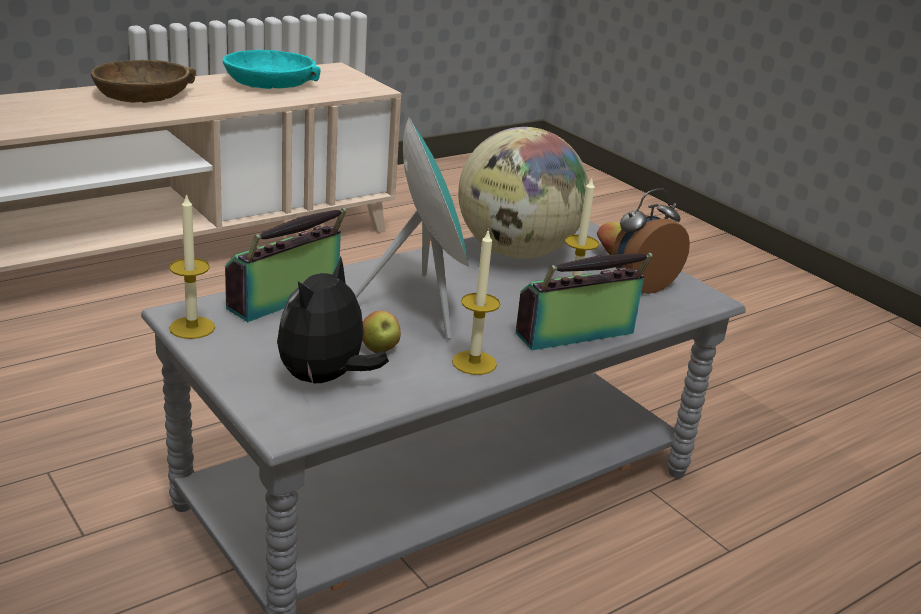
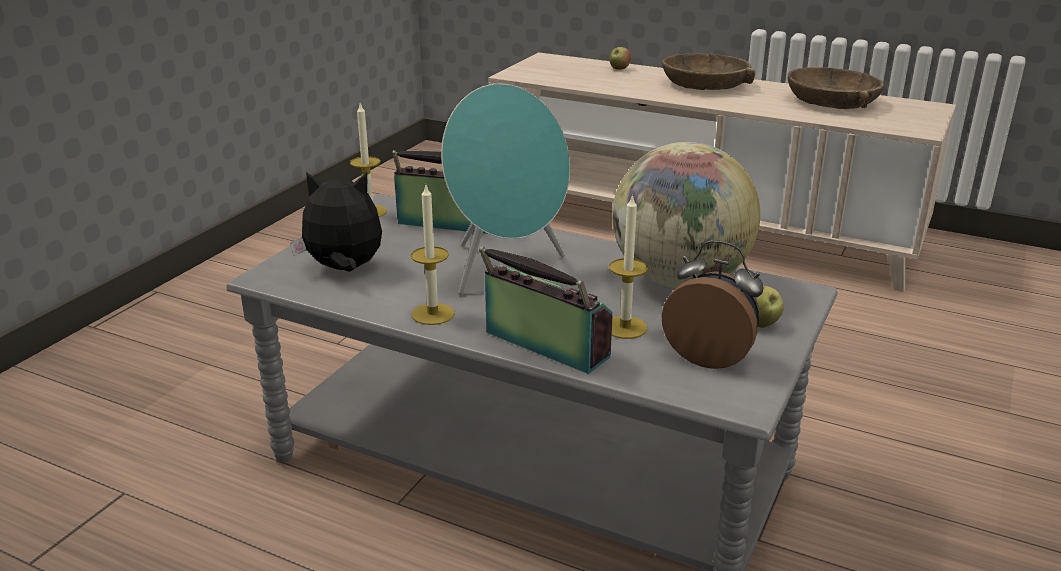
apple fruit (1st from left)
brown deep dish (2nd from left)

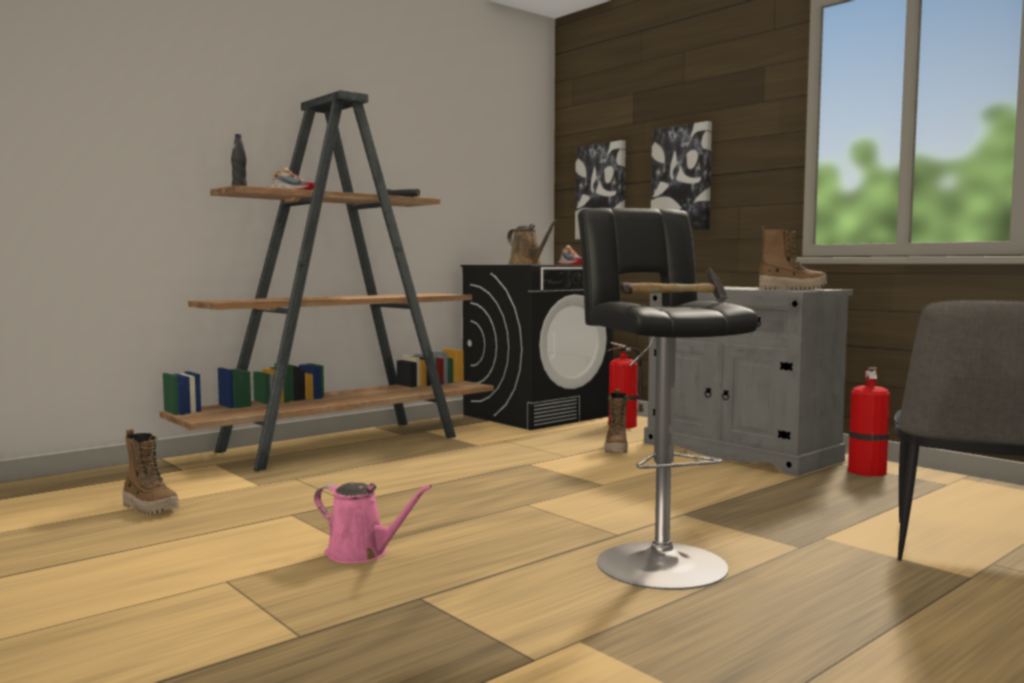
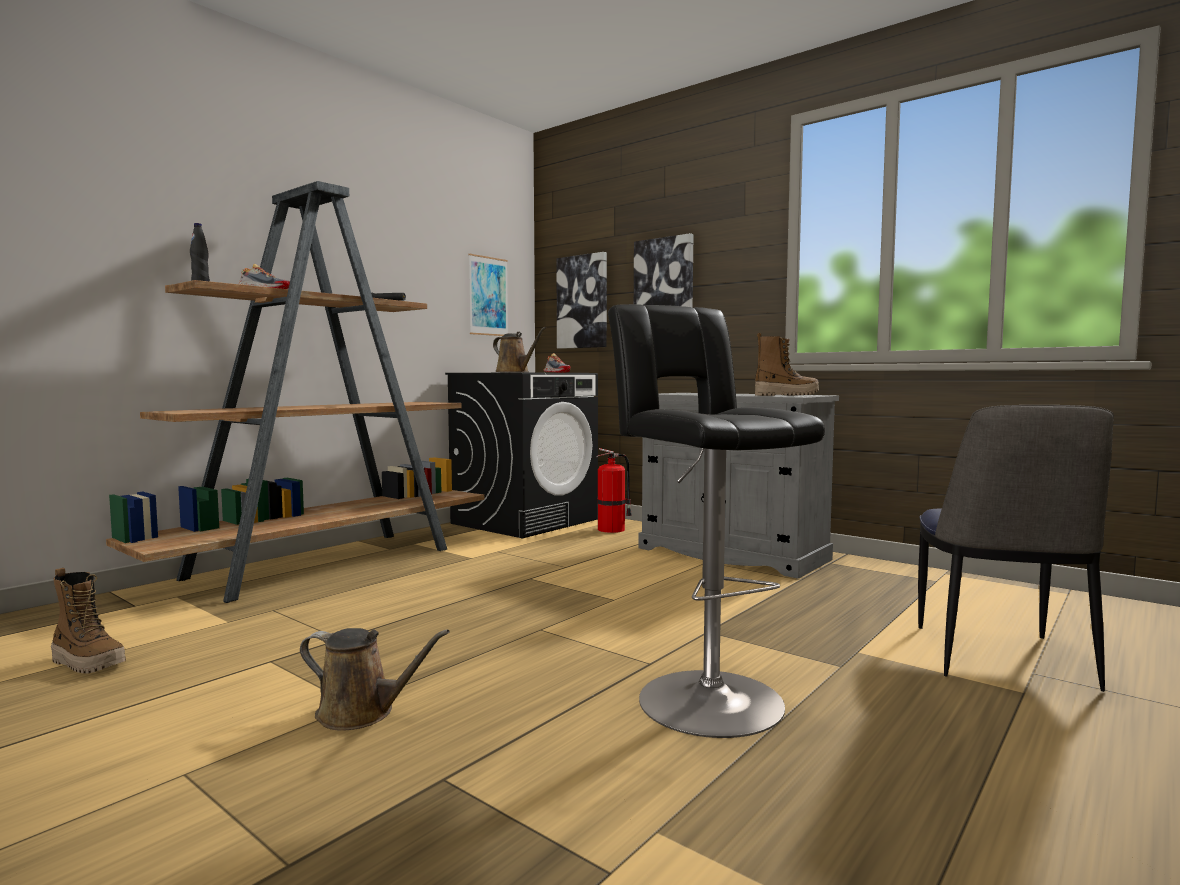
brown sprinkling can (1st from left)
wall art (1st from left)
high-top boot (2nd from left in the first image)
hand hammer
fire extinguisher (2nd from left in the first image)

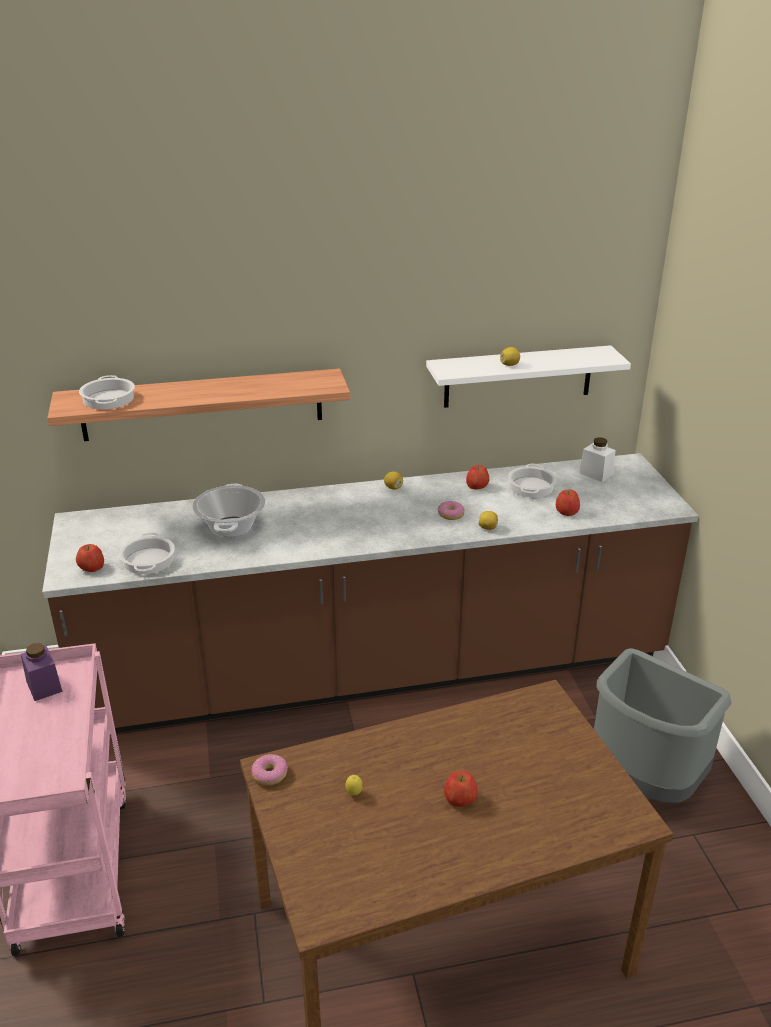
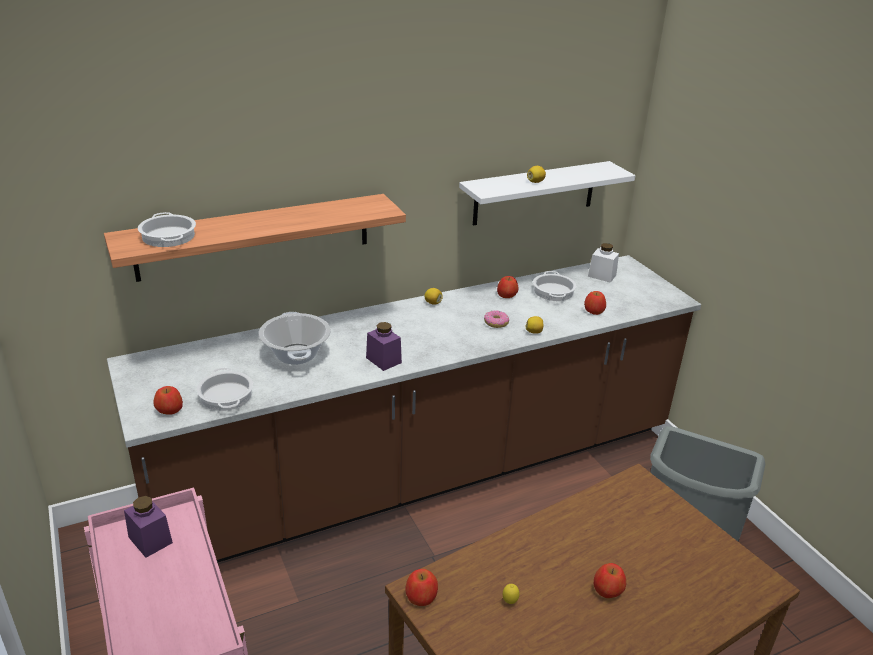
purple-coloured storage jar (2nd from left)
apple fruit (2nd from left)

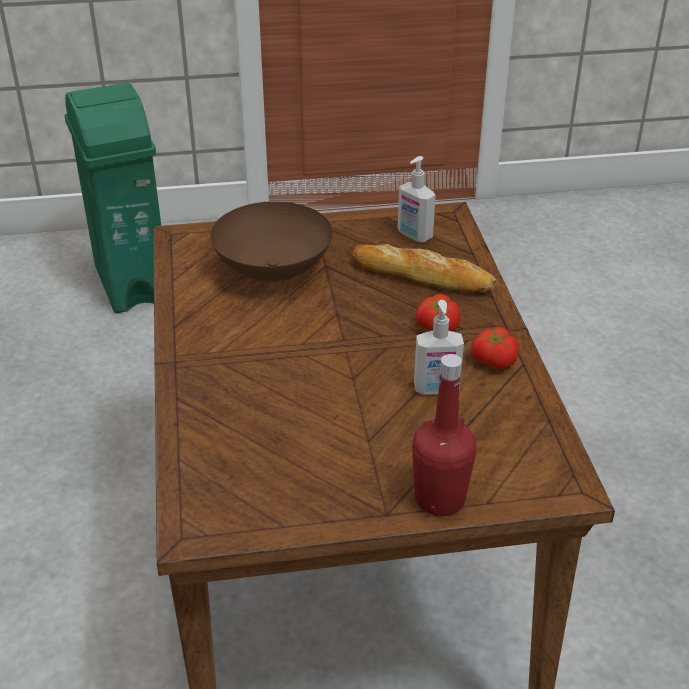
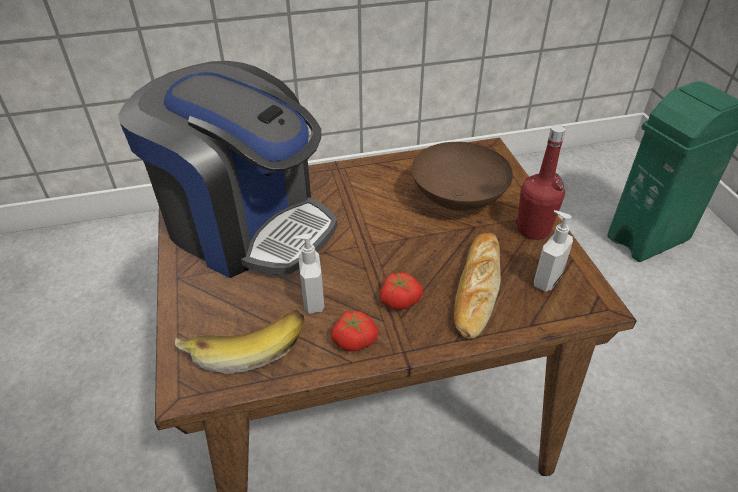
coffee brewer
whole banana
reddish bottle

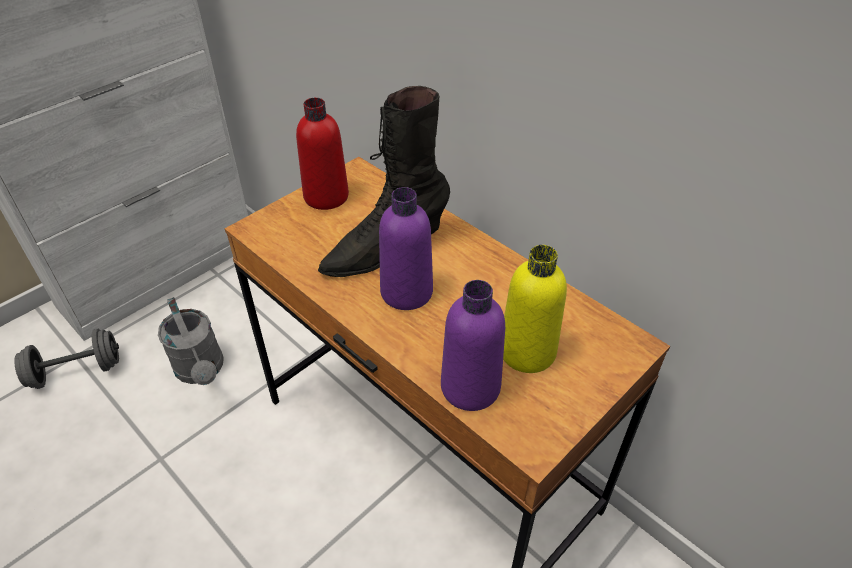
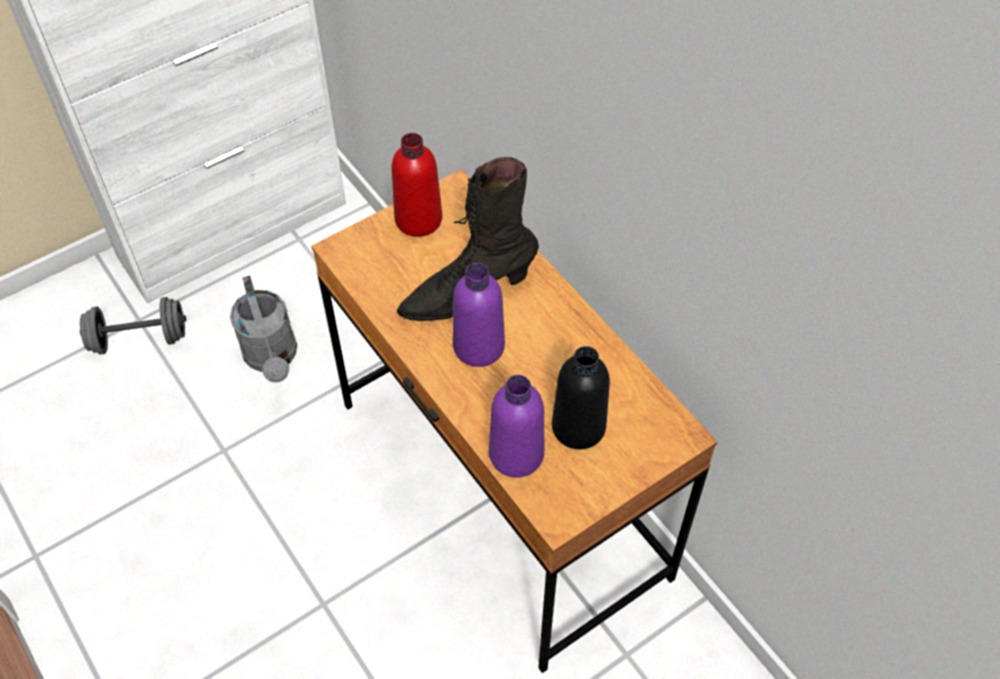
black bottle

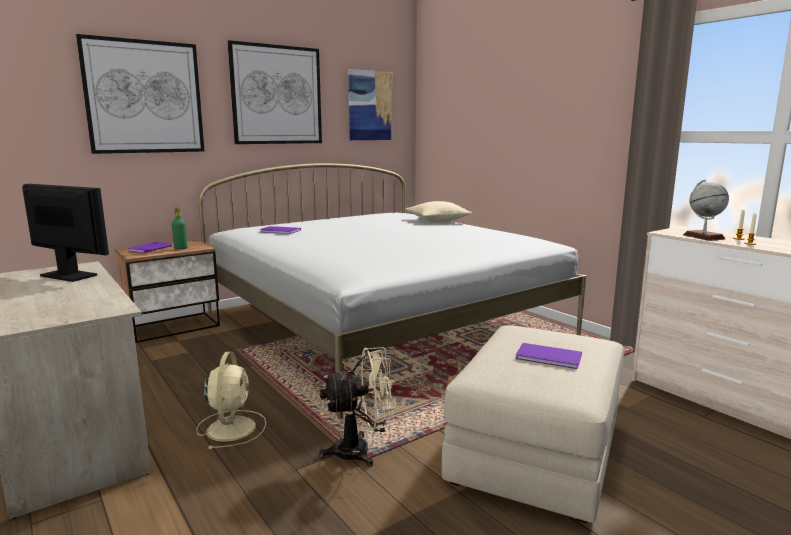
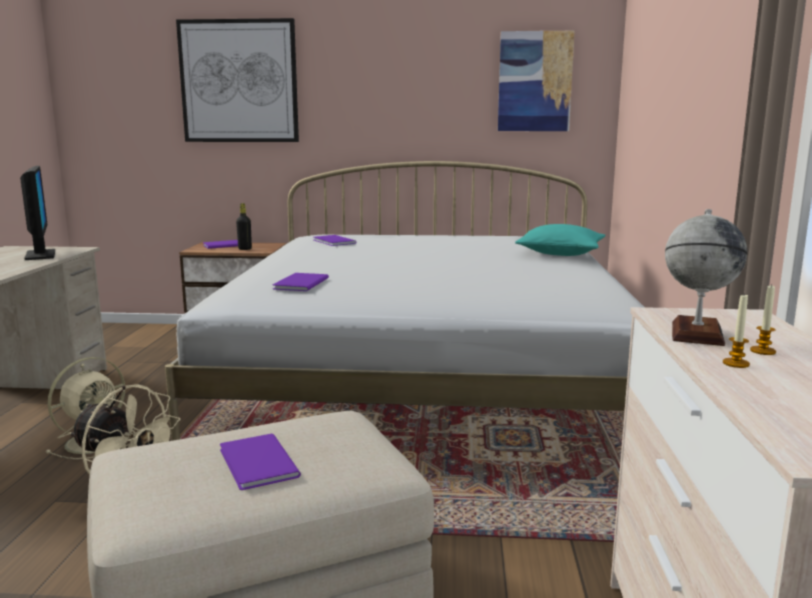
black bottle
purple-coloured bound book (3rd from left)
turquoise-coloured cushion
wall art (2nd from left in the first image)

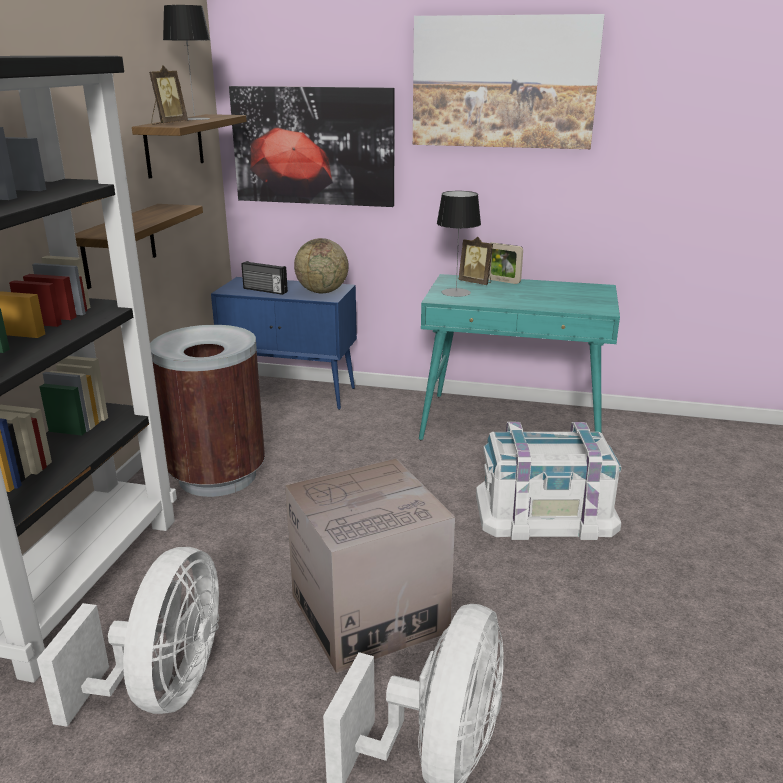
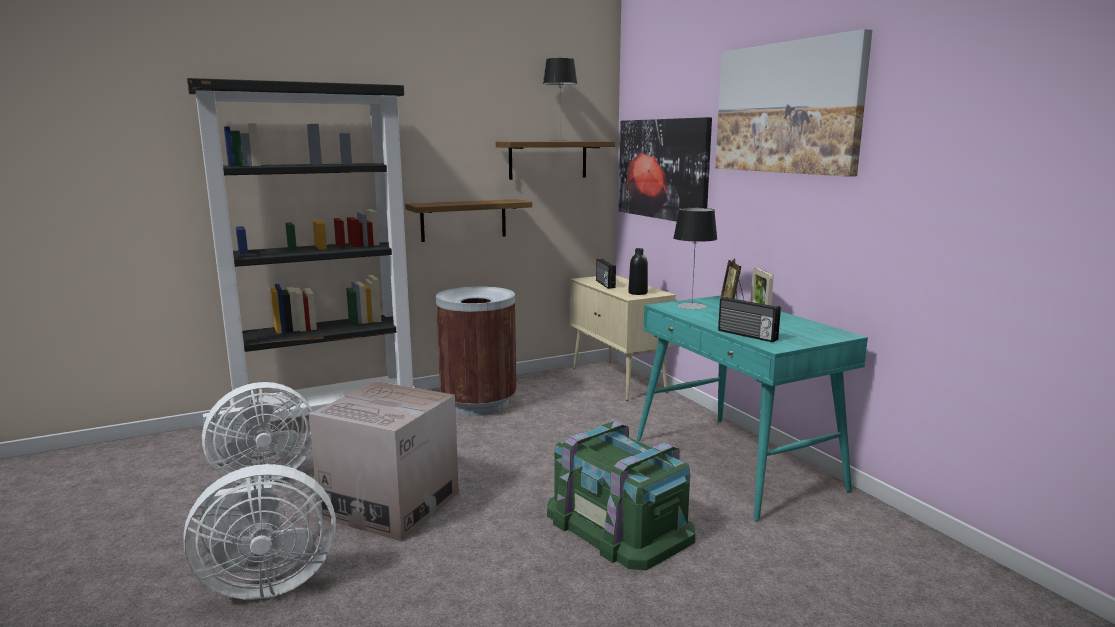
greenish storage box
beige cupboard
black bottle
radio (2nd from left)
photo frame (1st from left in the first image)

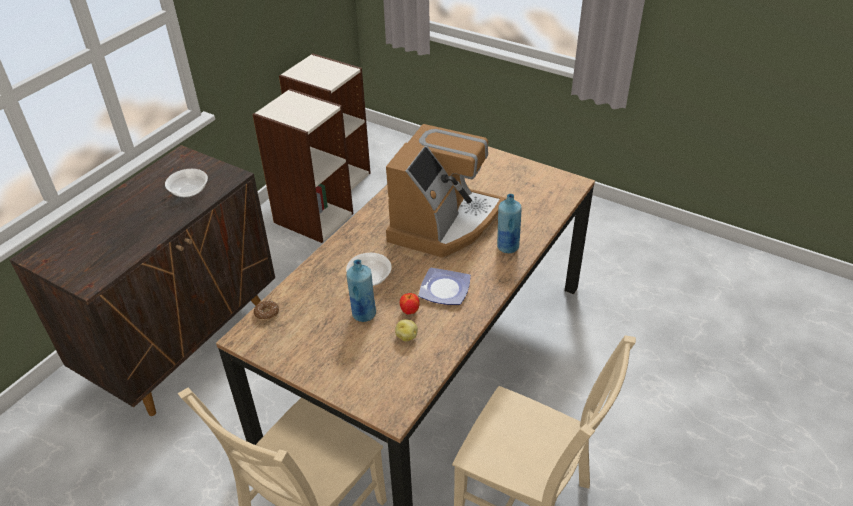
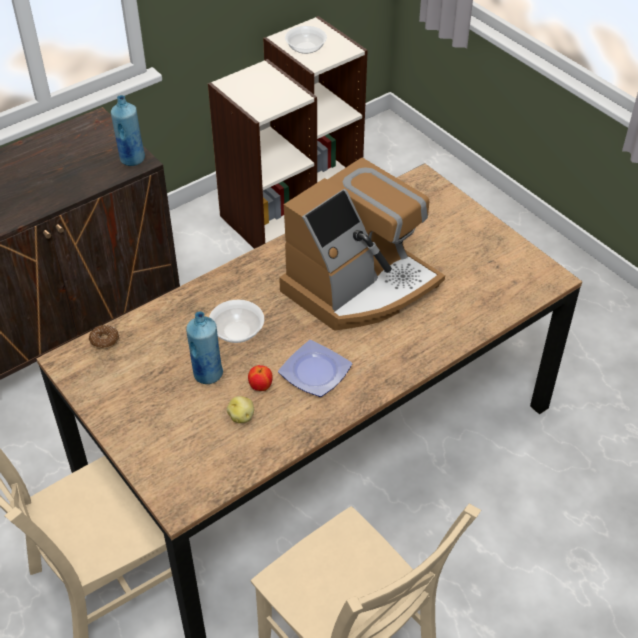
blue-coloured bottle (1st from left)
deep dish (2nd from left)

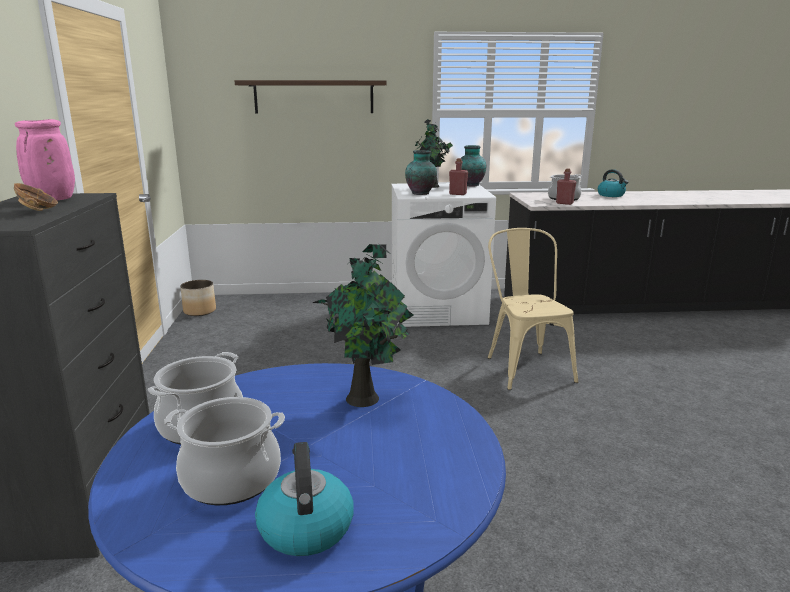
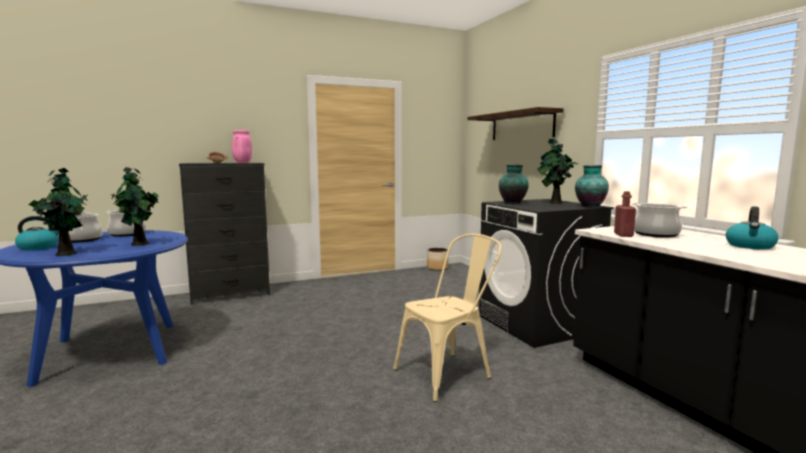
plant in a pot (1st from left)
black laundry machine
reddish bottle (1st from left in the first image)

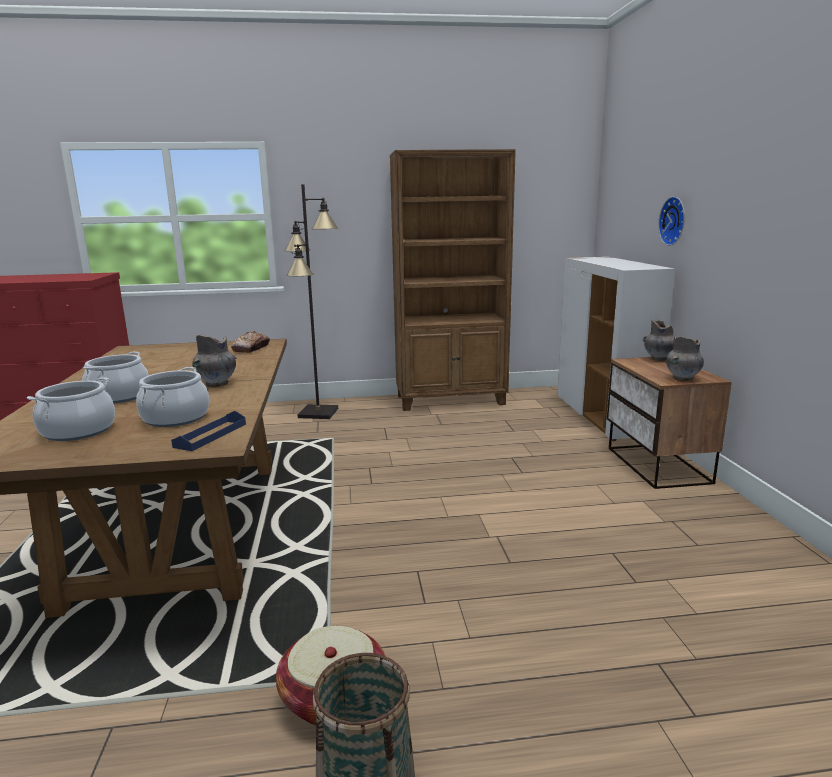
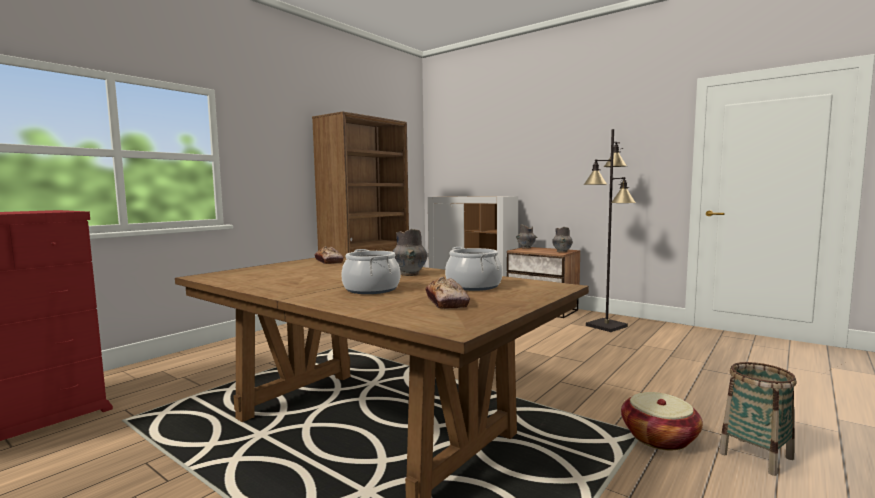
baked bread (2nd from left)
black standing lamp
blue-coloured serving tray
clock on the wall

